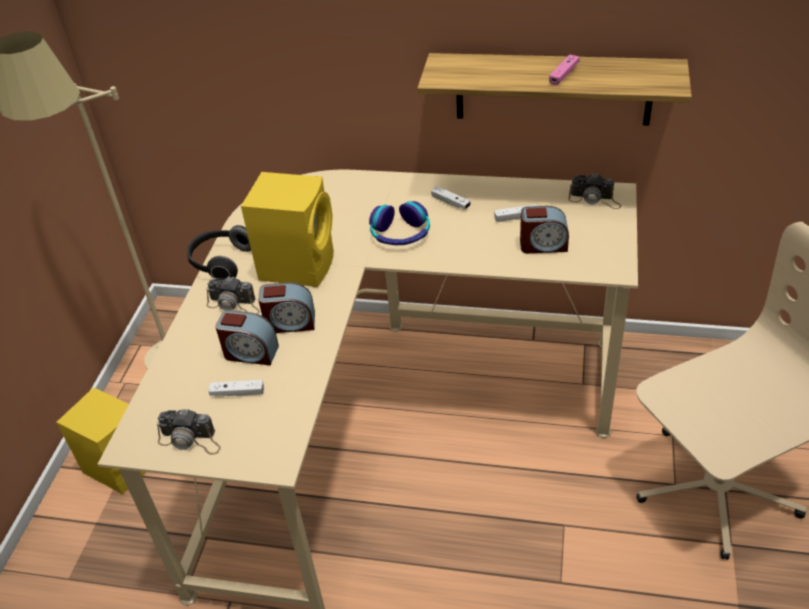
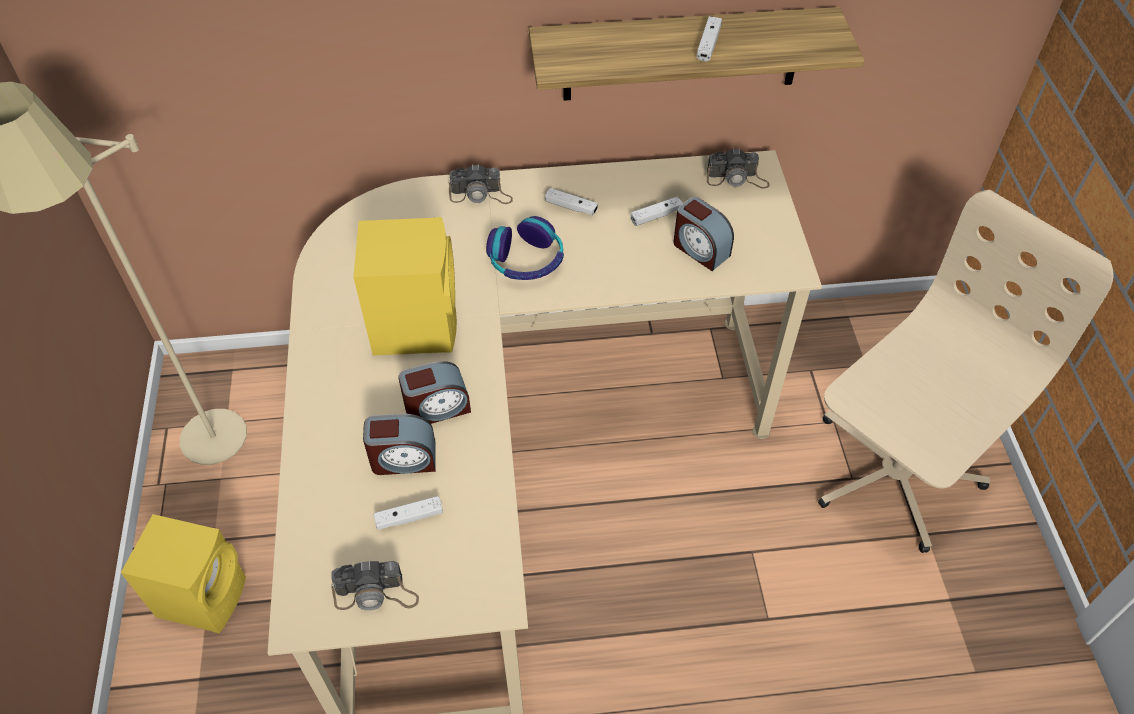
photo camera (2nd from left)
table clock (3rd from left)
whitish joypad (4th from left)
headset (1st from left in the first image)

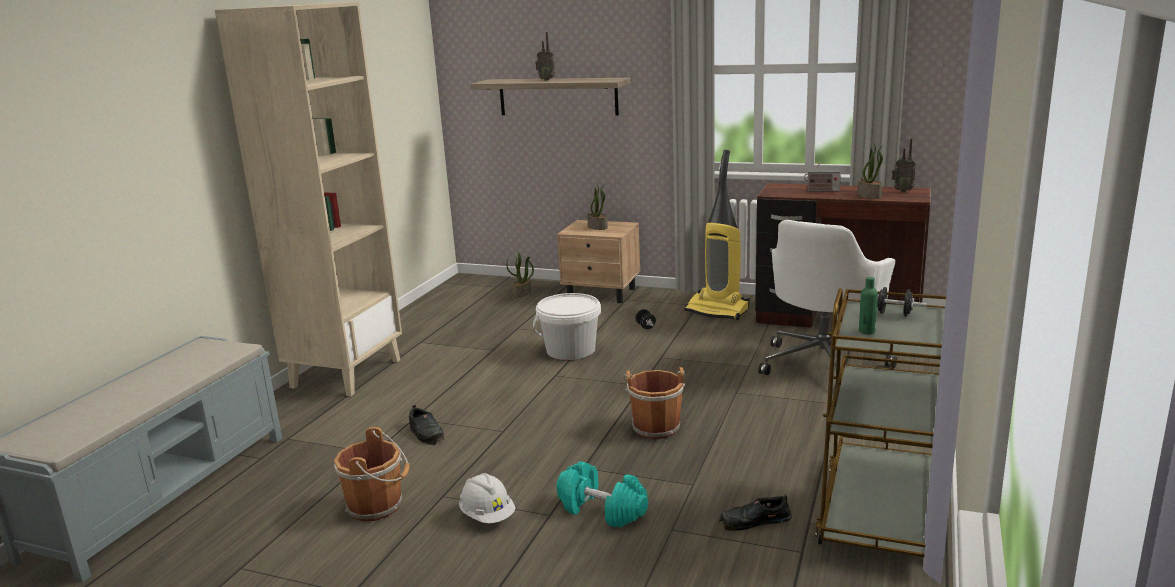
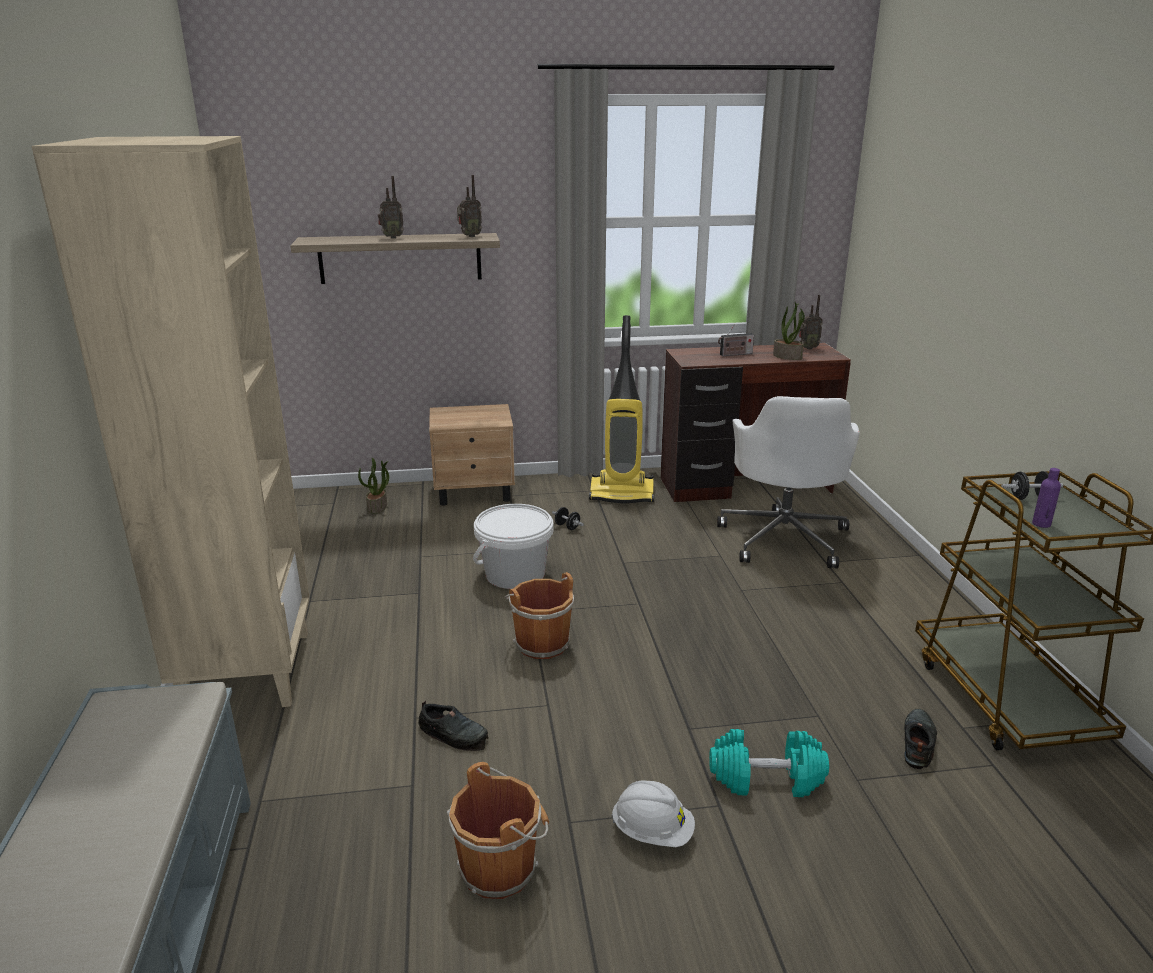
radio (2nd from left)
brown water bucket (2nd from left)
black item of footwear (2nd from left)
purple-coloured bottle
plant in a pot (2nd from left in the first image)

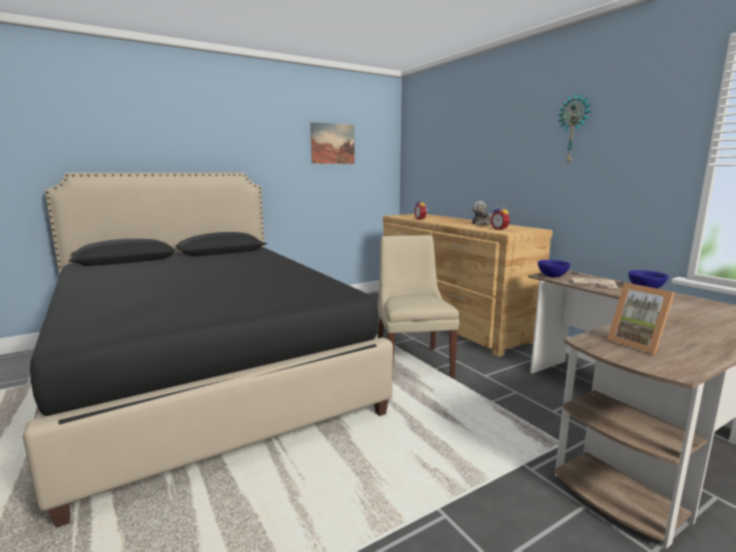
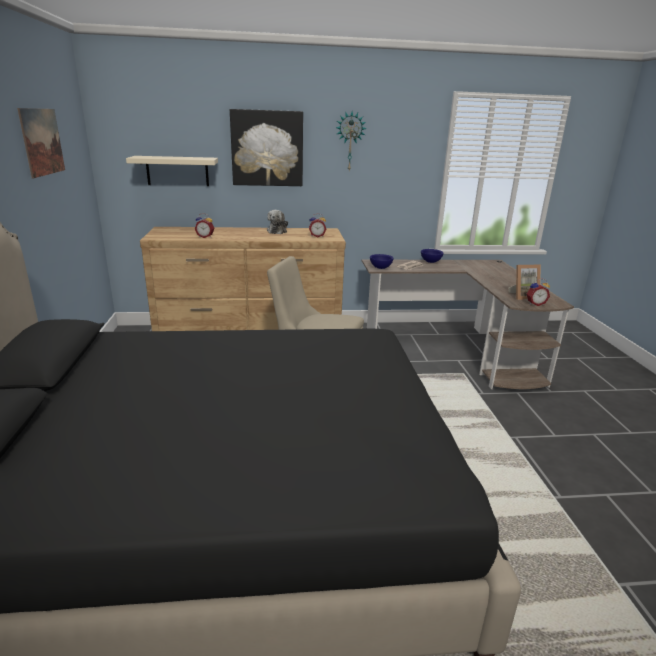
beige wall shelf
wall art (2nd from left)
table clock (3rd from left)

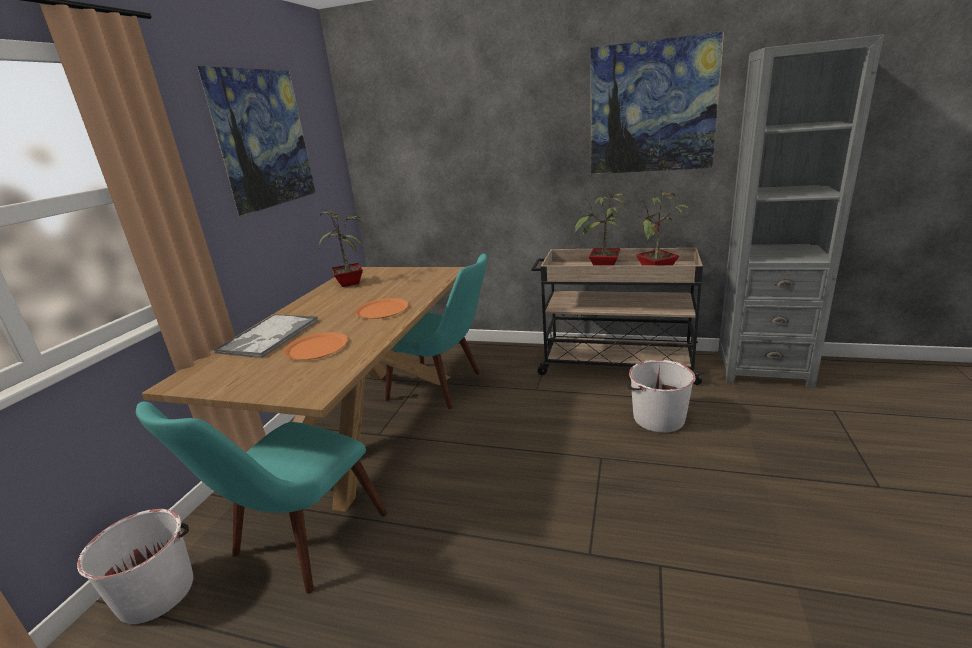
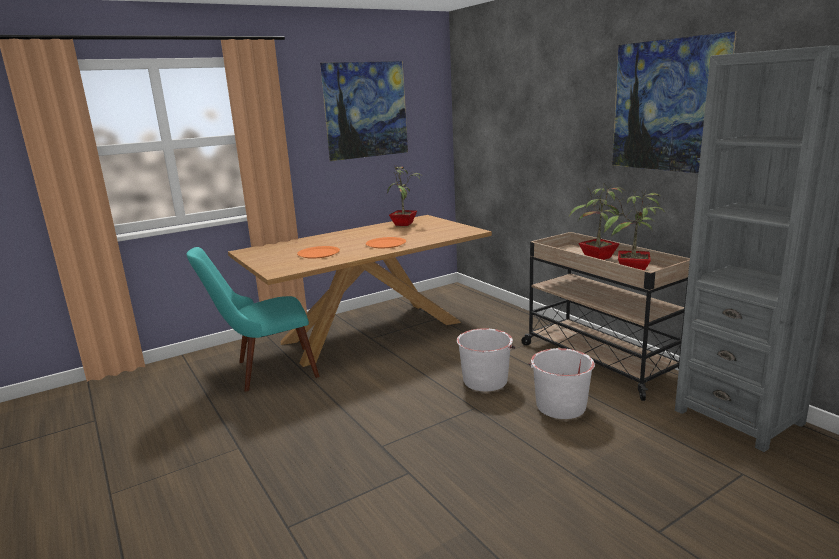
whitish water bucket (1st from left)
serving tray
turquoise-coloured upright chair (2nd from left in the first image)

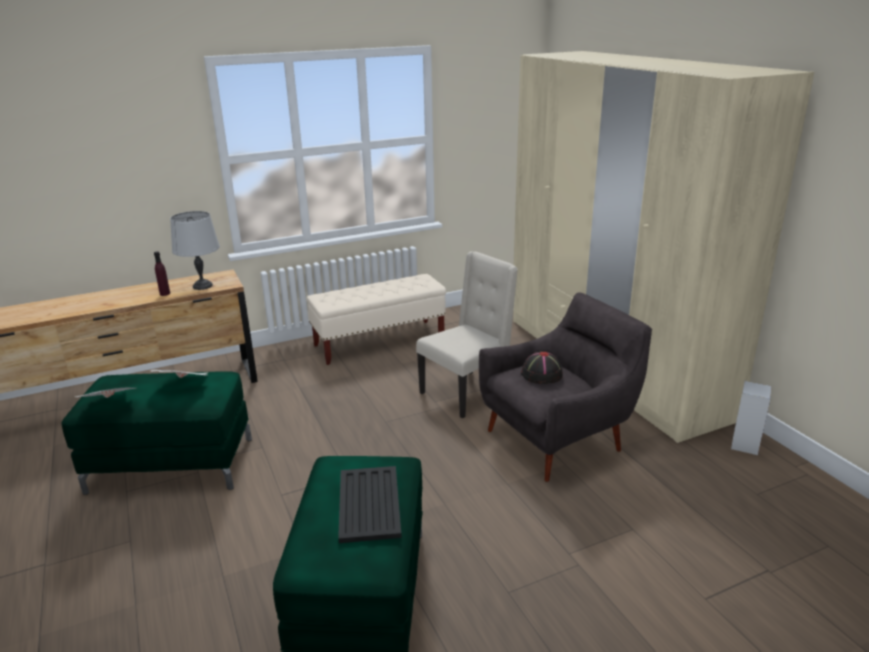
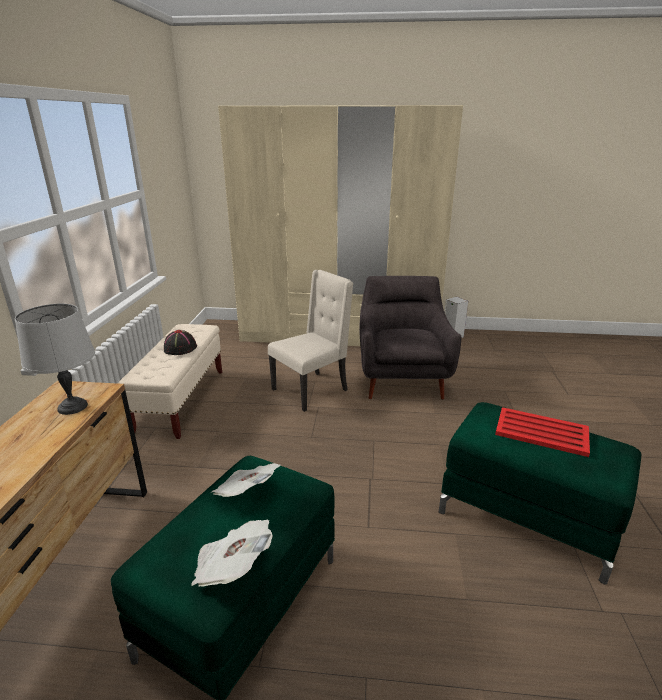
black hat
beige upright chair
reddish serving tray
purple-coloured bottle

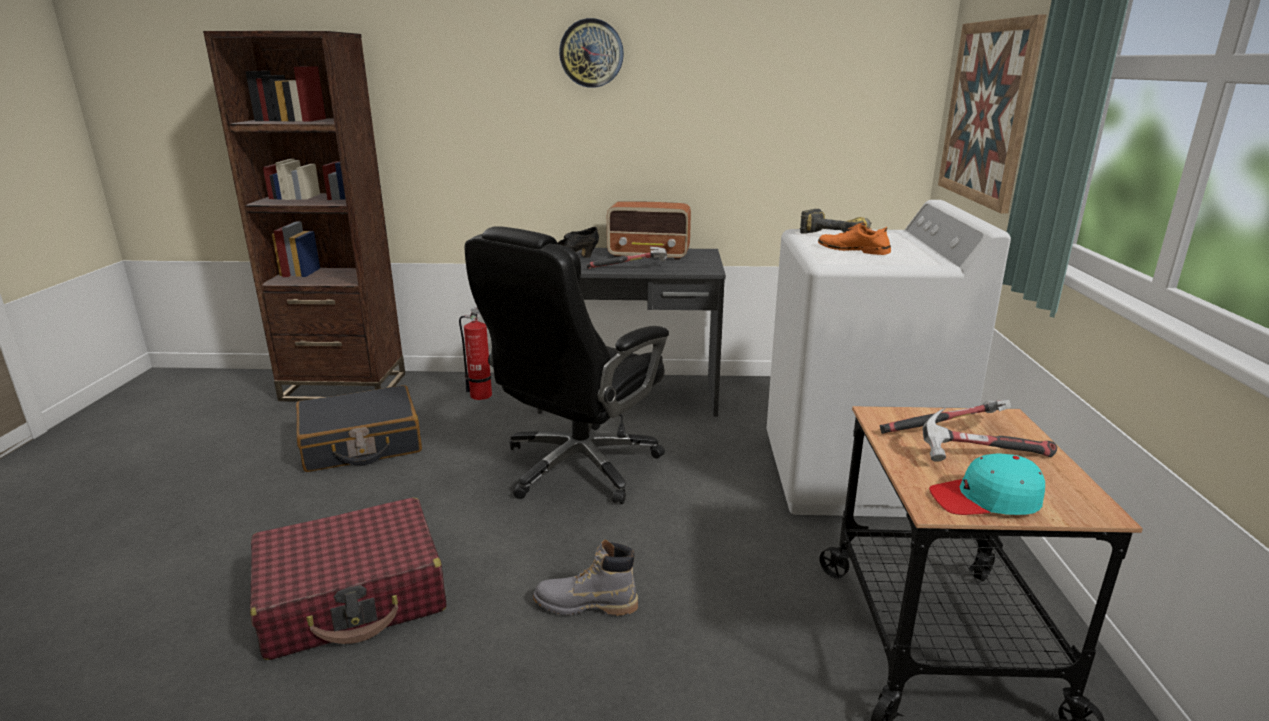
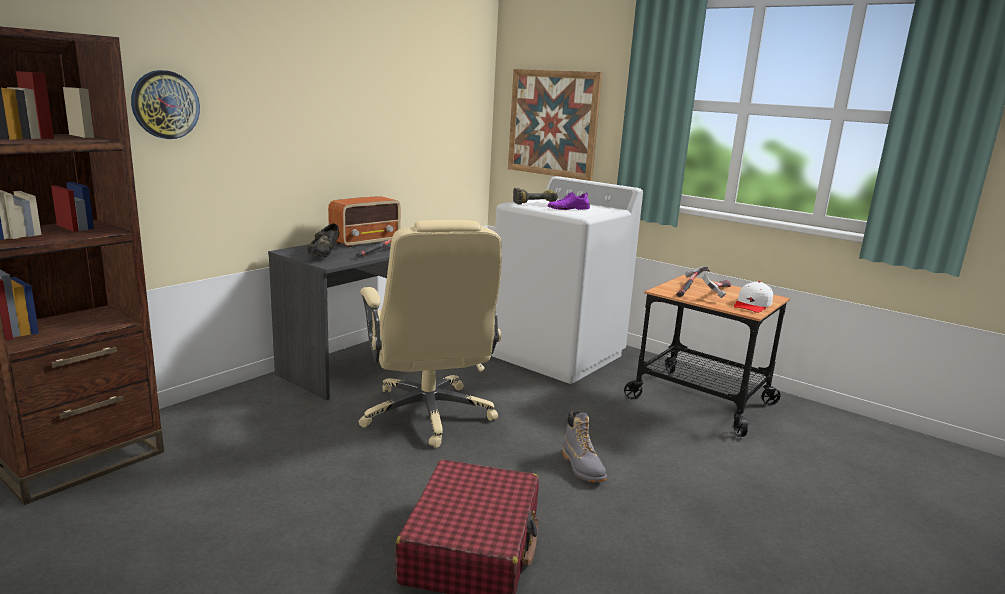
clock on the wall
beige computer chair
purple-coloured item of footwear
greyish high-top boot
whitish peaked cap
black travel case
fire extinguisher

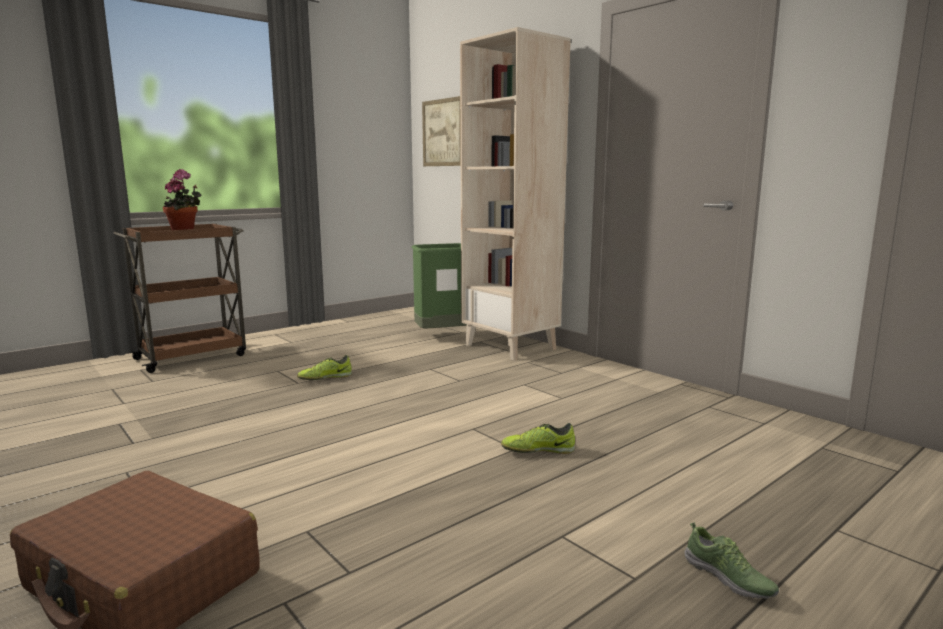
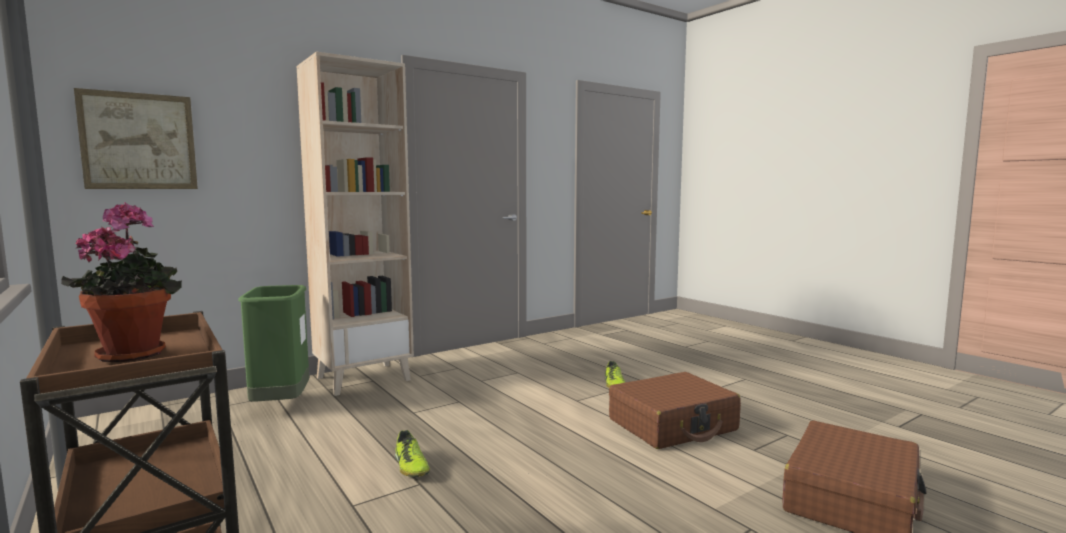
brown travel case (1st from left)
item of footwear (3rd from left in the first image)

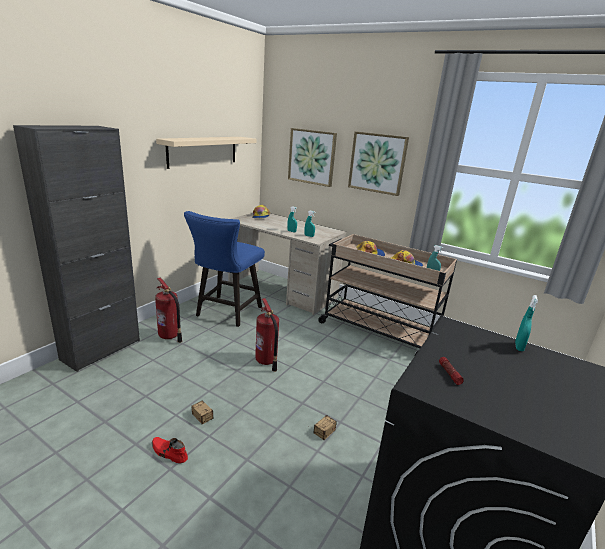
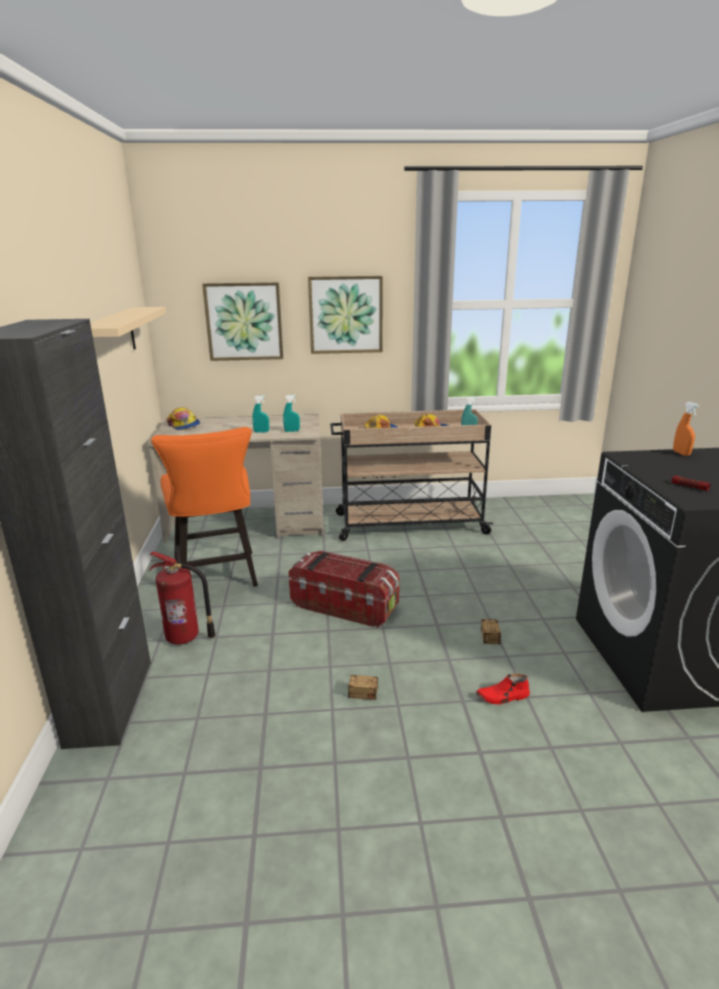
orangey upright chair
storage box (1st from left)
reddish item of footwear
orangey sprayer

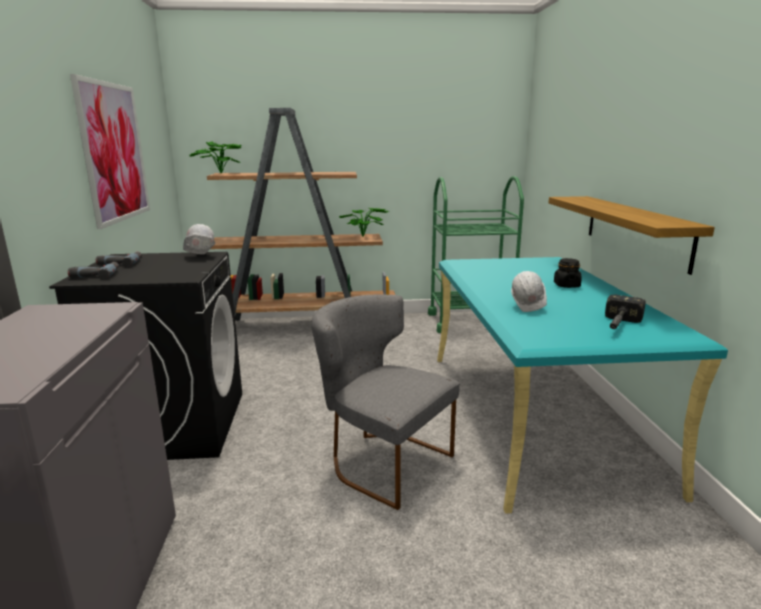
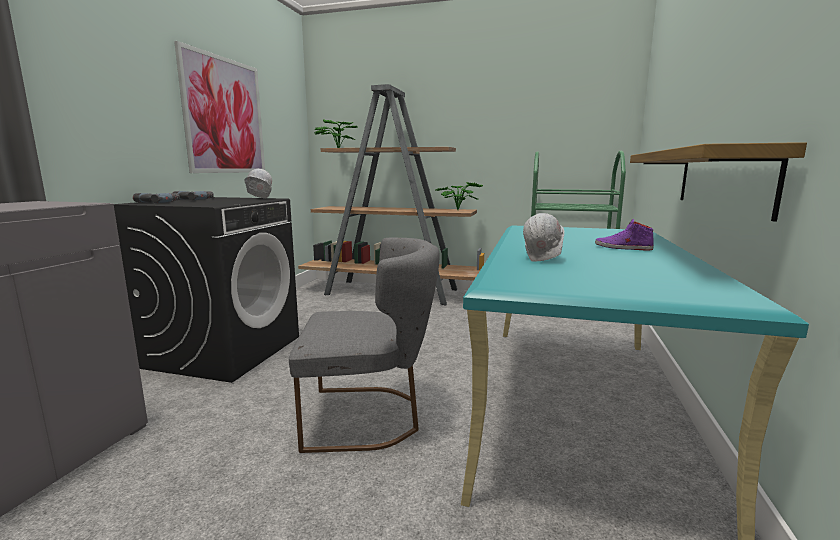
greyish upright chair
purple-coloured item of footwear
hand hammer

